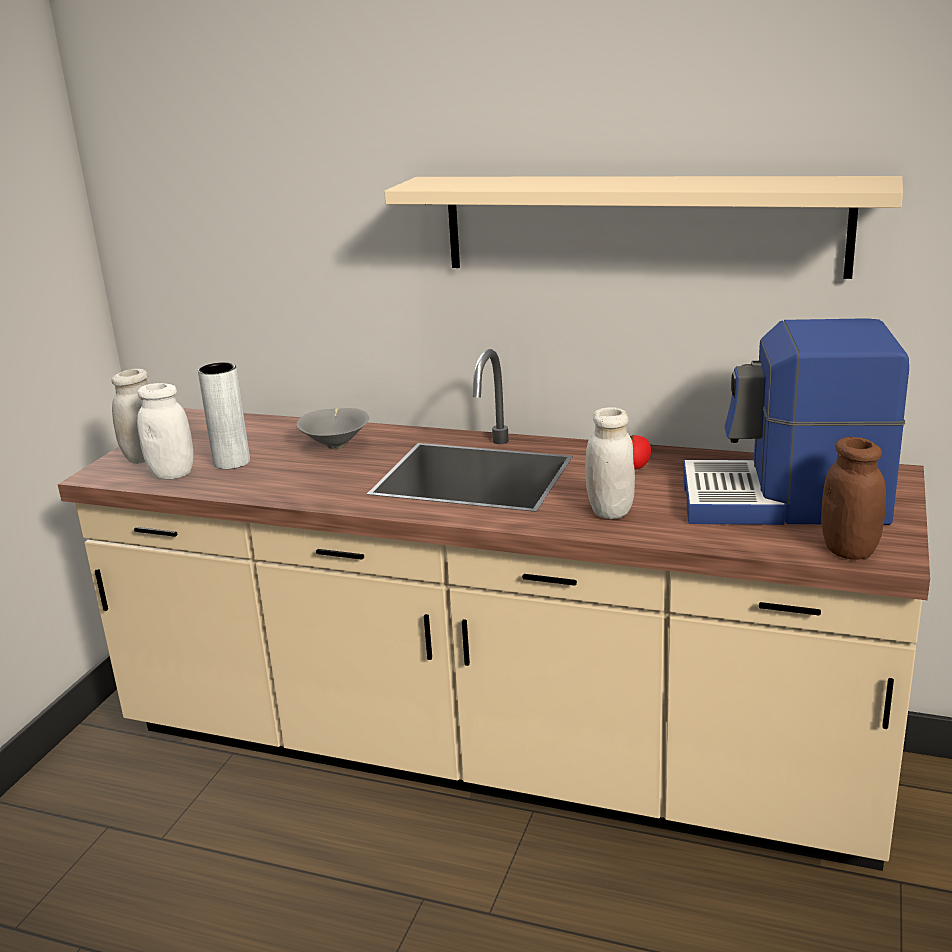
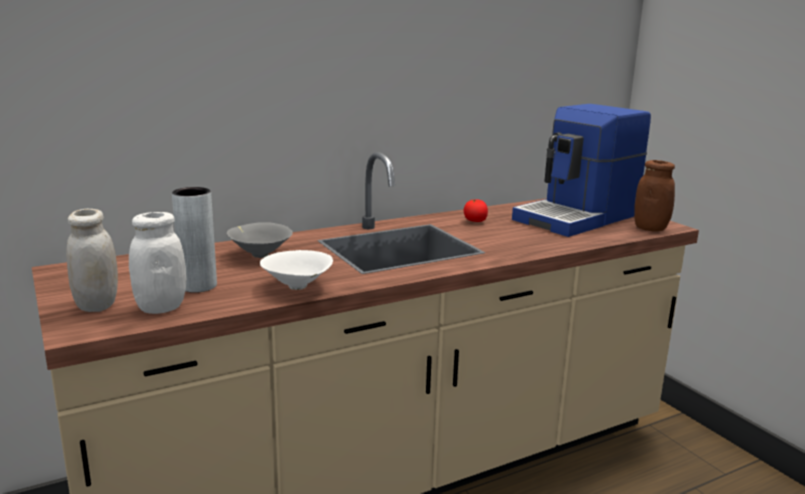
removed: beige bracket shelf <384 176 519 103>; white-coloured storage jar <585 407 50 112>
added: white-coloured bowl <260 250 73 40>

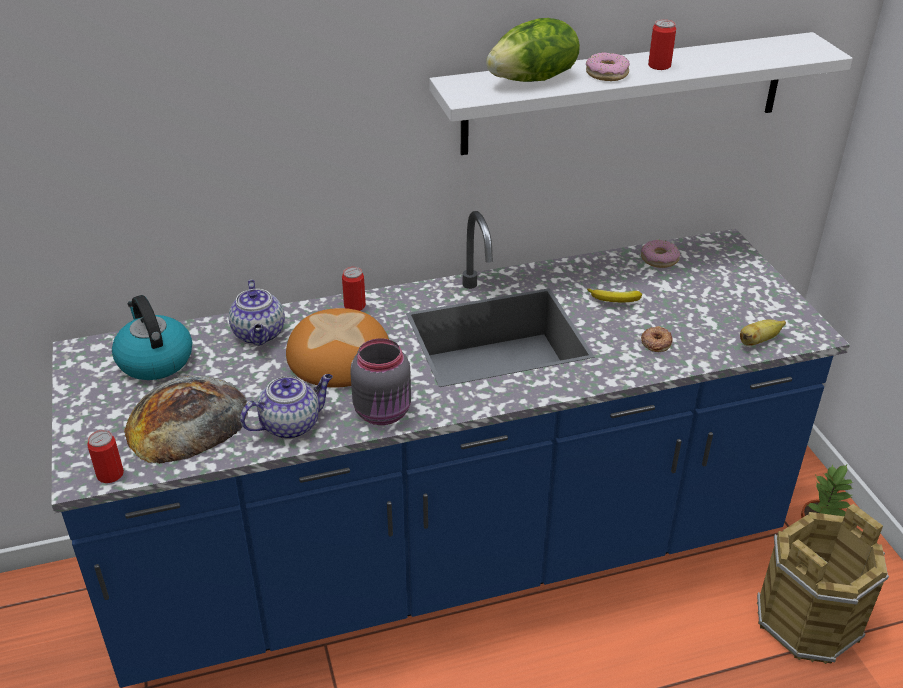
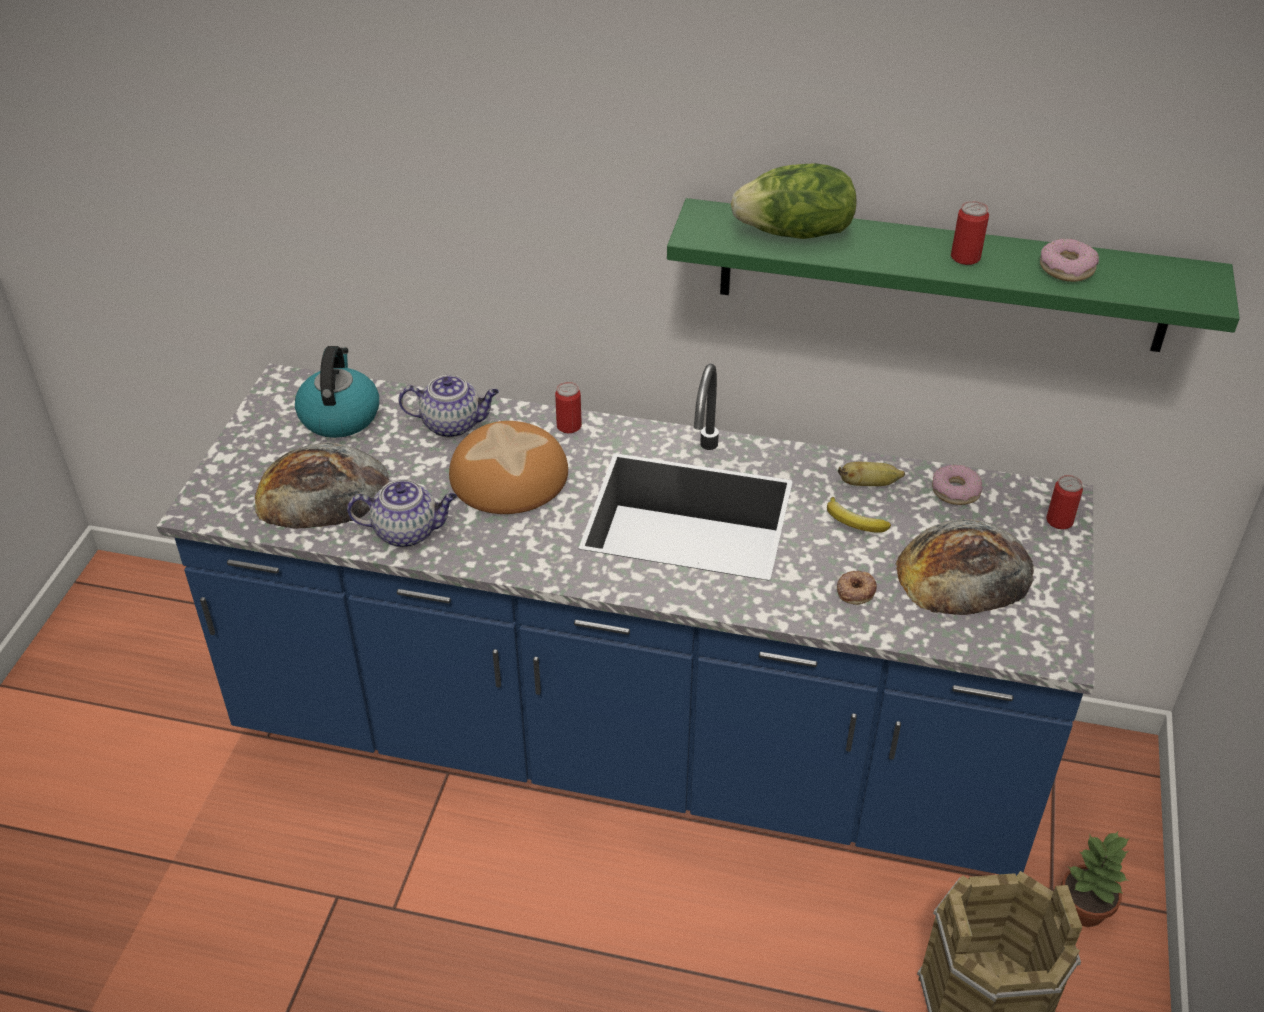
removed: gray storage jar <350 338 61 87>
added: bakery bread <895 519 139 96>
moved: banana fruit <740 319 46 27> to <838 462 67 24>; donut <586 52 44 29> to <1040 238 59 44>; metal can <87 430 37 53> to <1046 475 37 54>
recoloured: white-coloured bracket shelf <429 32 424 123> to greenish bracket shelf <667 198 573 154>
turned: pot for tea <228 279 57 66> = <399 375 100 63> 105 degrees counterclockwise

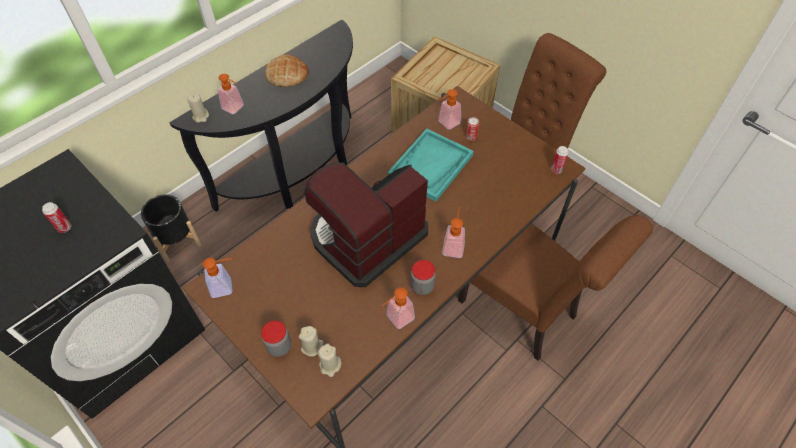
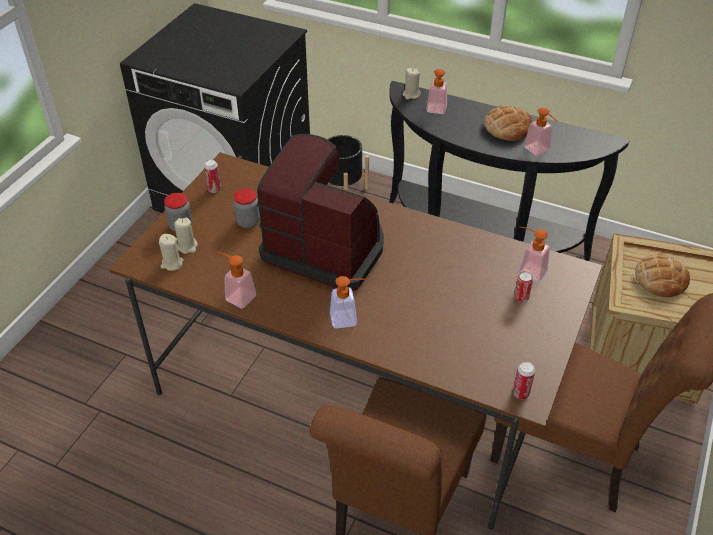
removed: turquoise-coloured tray <388 128 86 74>
added: bakery bread <635 254 55 43>
moved: metal can <42 202 30 31> to <204 160 17 33>; storage jar <411 260 25 35> to <233 189 27 39>; liquid soap bottle <203 258 30 40> to <524 108 34 48>

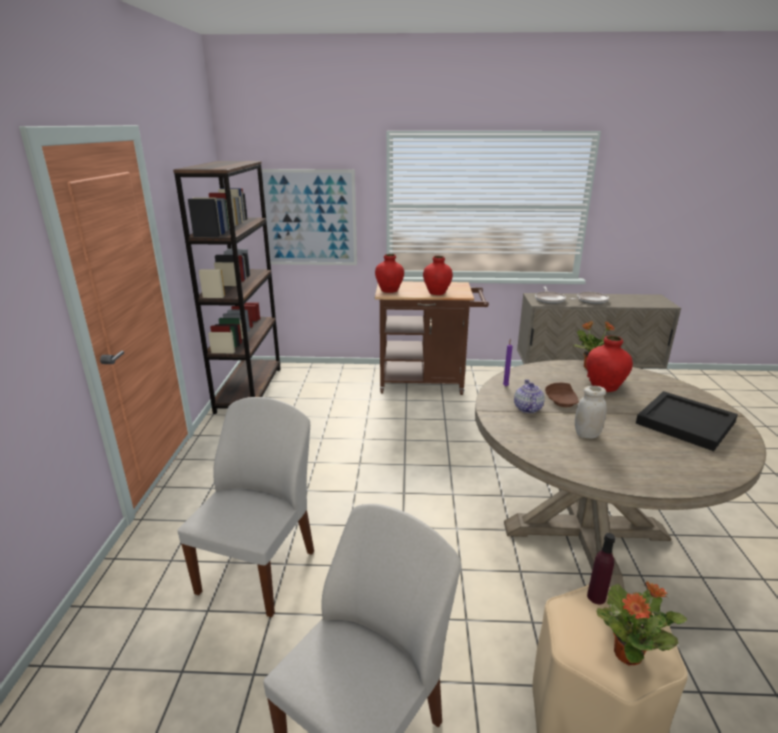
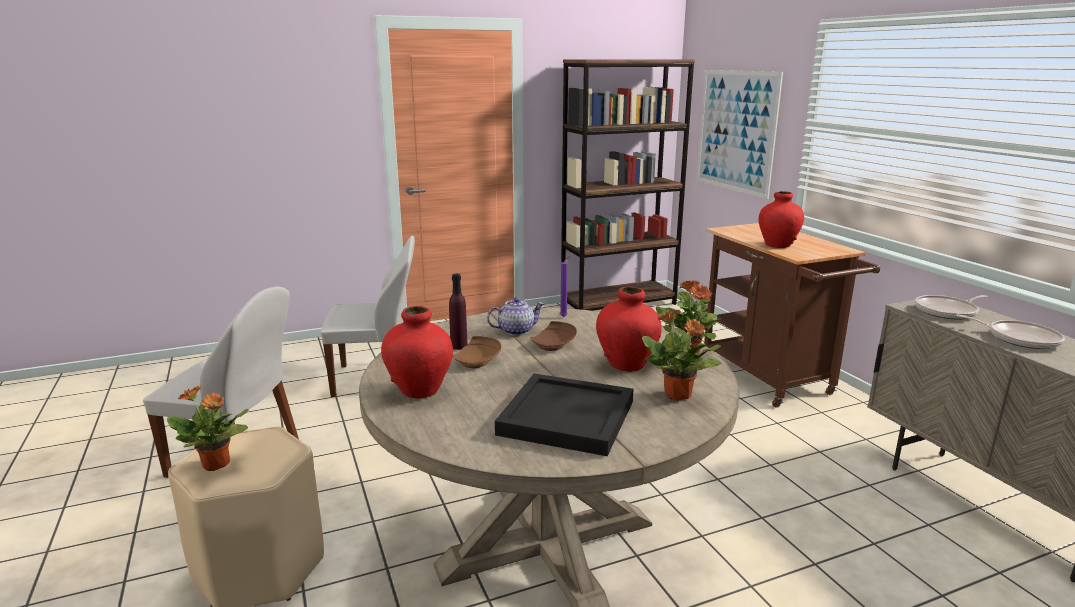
added: houseplant <642 310 79 91>
moved: red flower vase <375 254 29 39> to <381 306 72 93>; purplish bottle <587 533 28 71> to <449 274 19 76>
replaced: white-coloured storage jar <575 386 32 53> to brown-coloured flat dish <453 336 48 32>

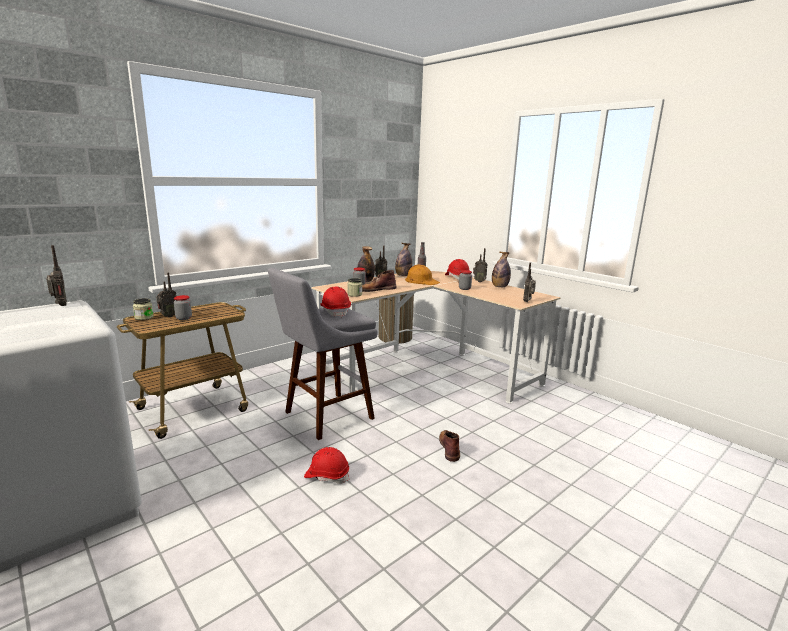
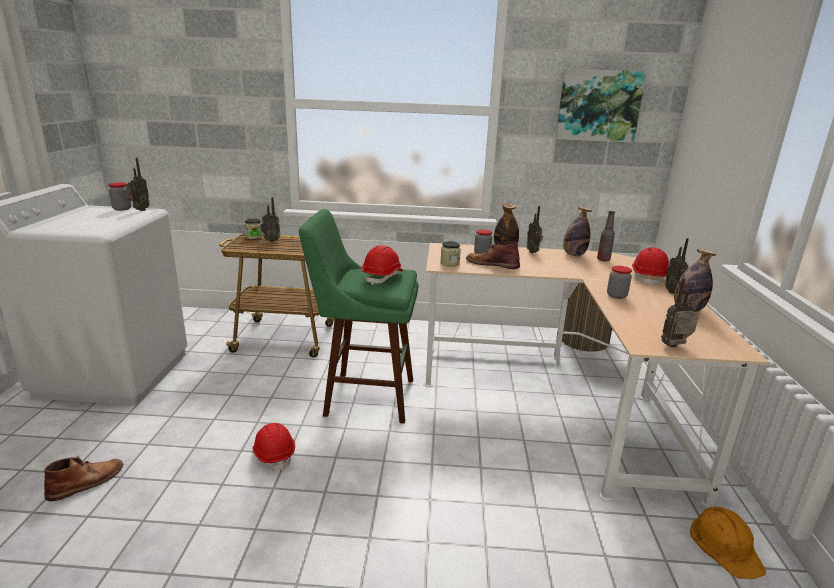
added: wall picture <556 69 91 74>
moved: brown-coloured tall boot <439 430 21 32> to <44 456 79 45>; storage jar <174 295 18 25> to <108 182 23 29>; orange hard hat <405 264 35 21> to <690 507 76 72>
recoloured: gray stool seat <268 268 110 172> to greenish stool seat <299 209 119 215>

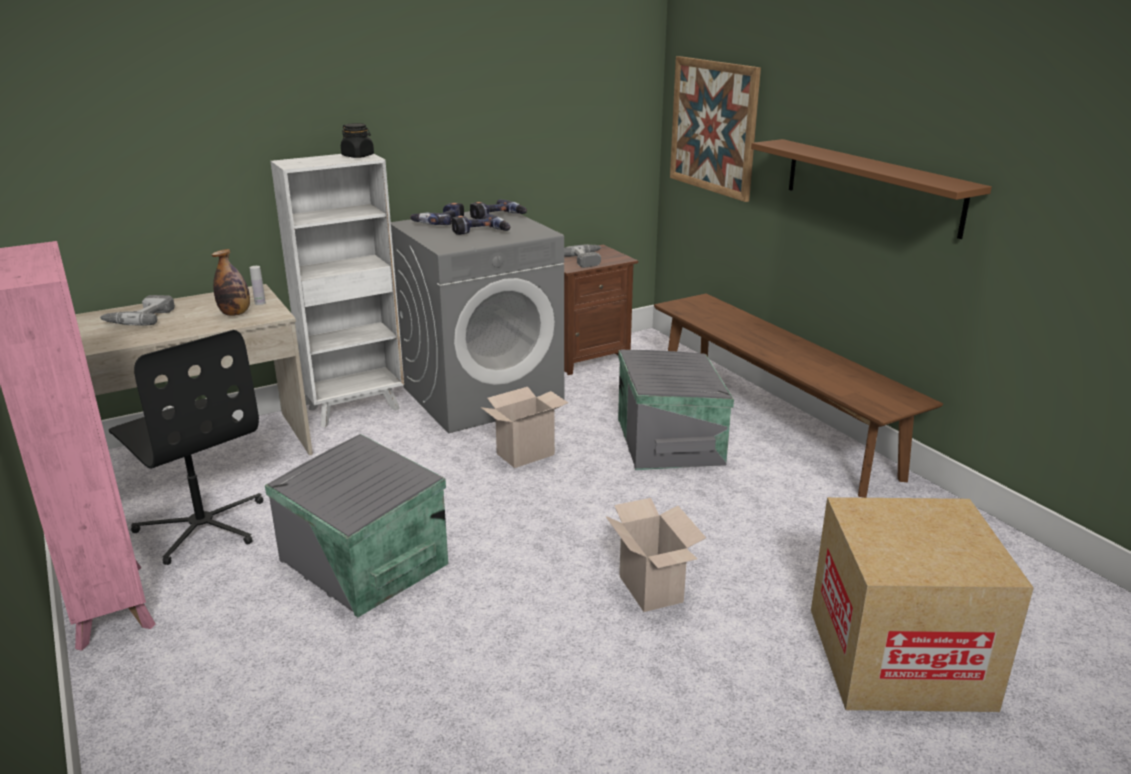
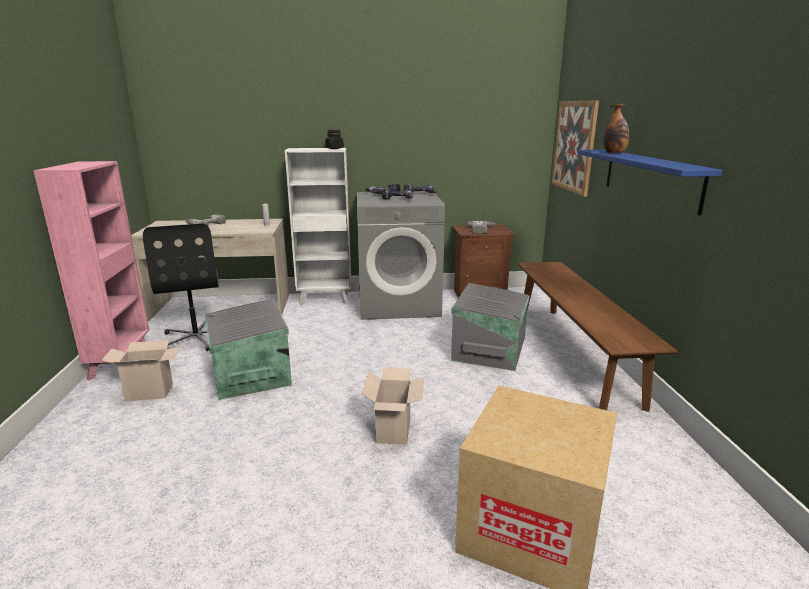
moved: cardboard box <481 387 88 81> to <101 340 80 61>; bottle <211 249 39 67> to <603 104 26 50>
recoloured: brown-coloured bracket shelf <751 139 241 100> to bluish bracket shelf <578 150 145 66>

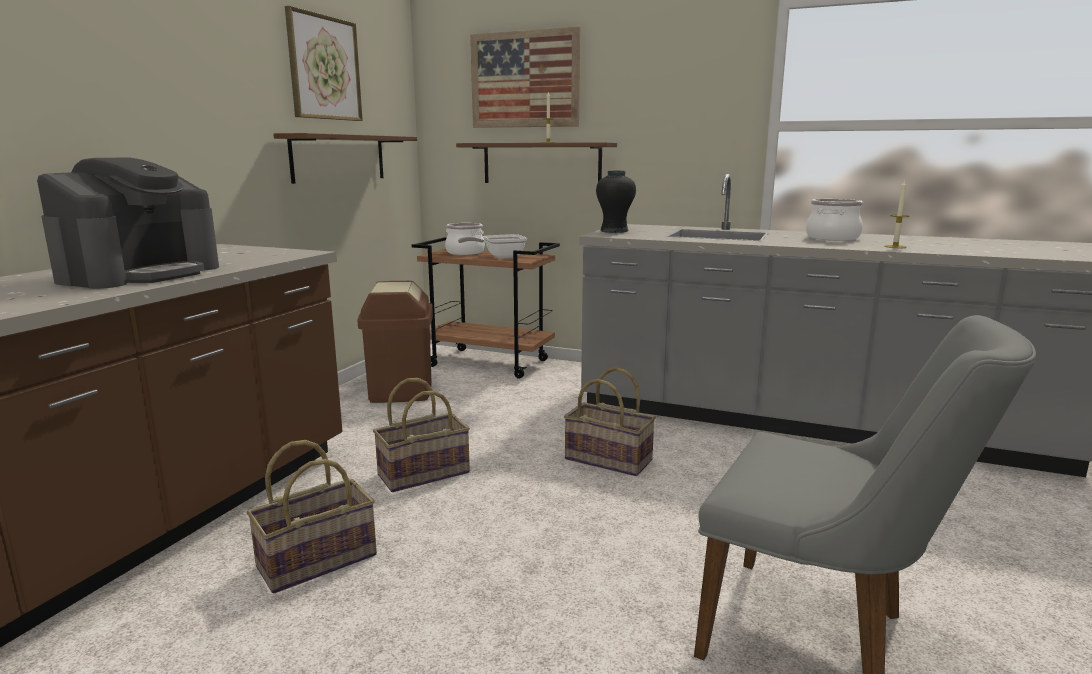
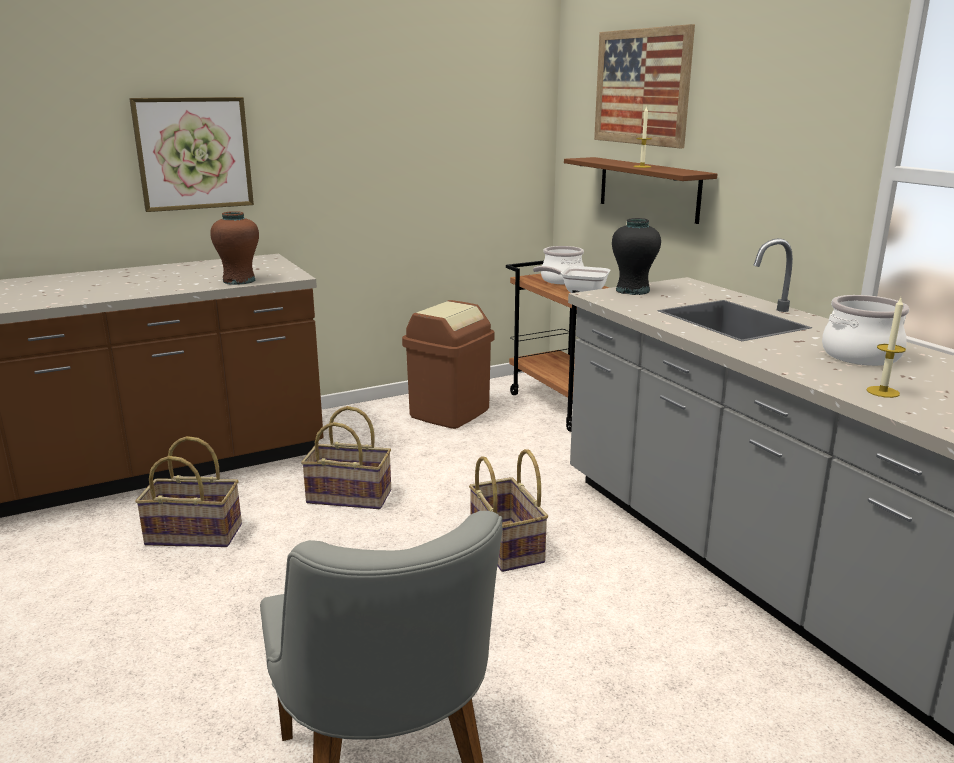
removed: coffee machine <37 157 182 132>; brown-coloured bracket shelf <273 133 144 51>
added: brown-coloured flower vase <210 211 49 74>
moved: wall picture <285 6 78 115> to <129 97 125 115>

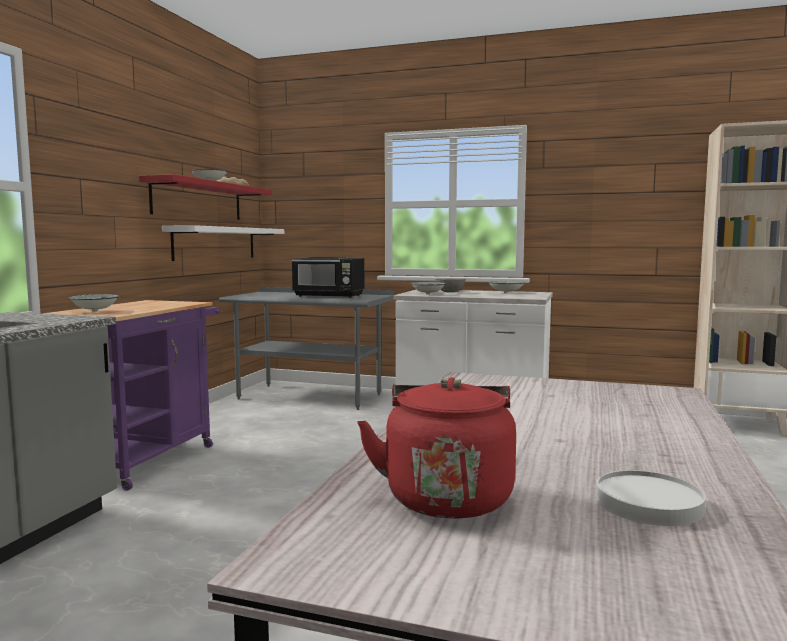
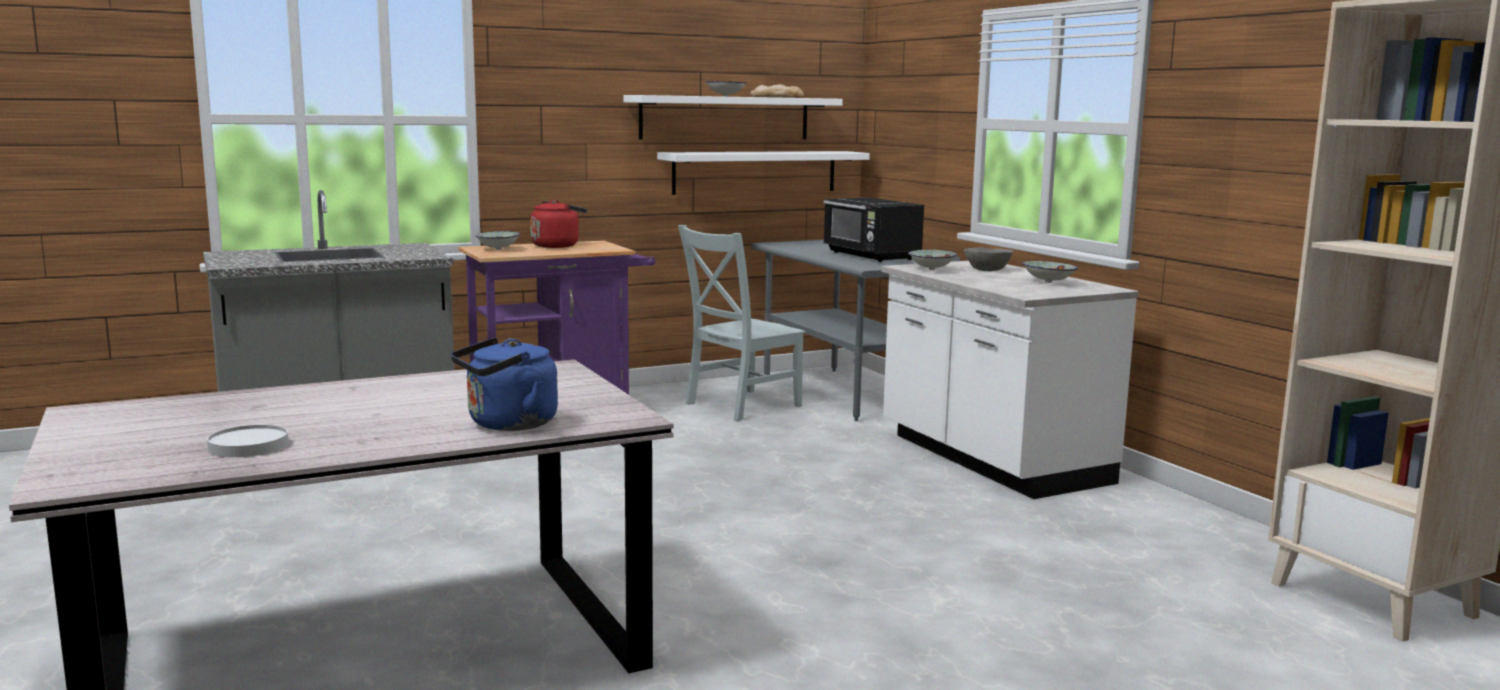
added: bluish tea kettle <451 337 107 94>; gray chair <678 225 127 196>
moved: red tea kettle <357 377 159 142> to <530 200 58 48>
recoloured: red bracket shelf <139 174 133 46> to white-coloured bracket shelf <623 95 220 44>

